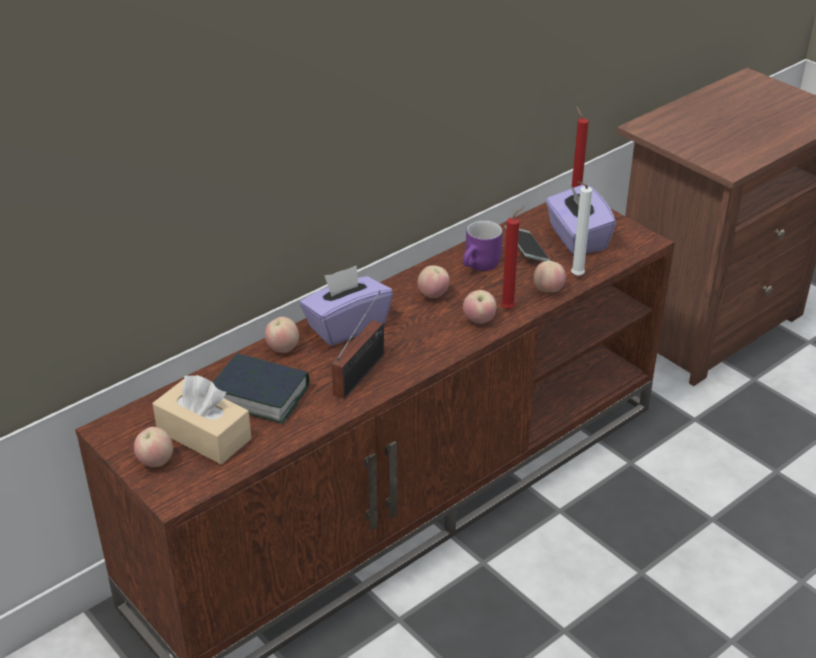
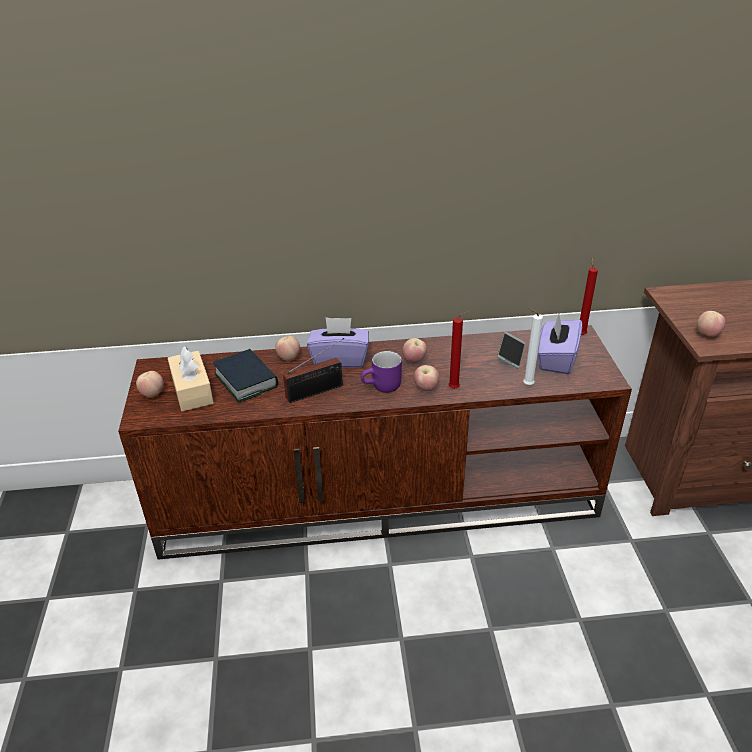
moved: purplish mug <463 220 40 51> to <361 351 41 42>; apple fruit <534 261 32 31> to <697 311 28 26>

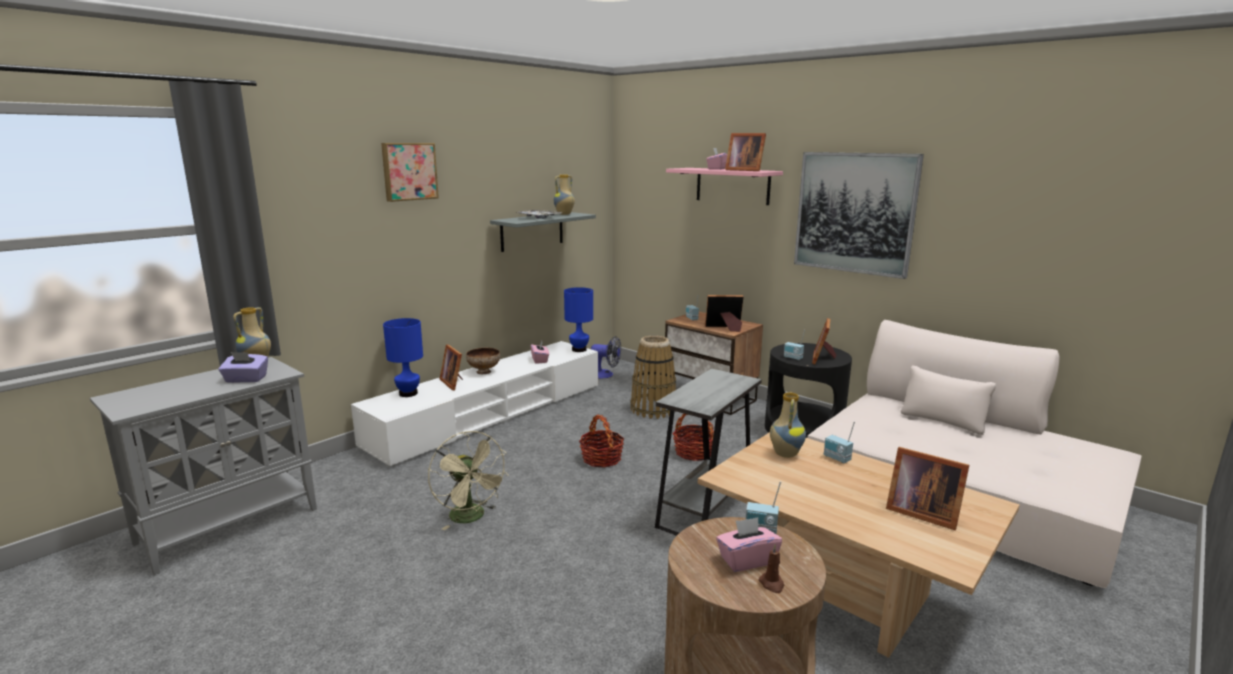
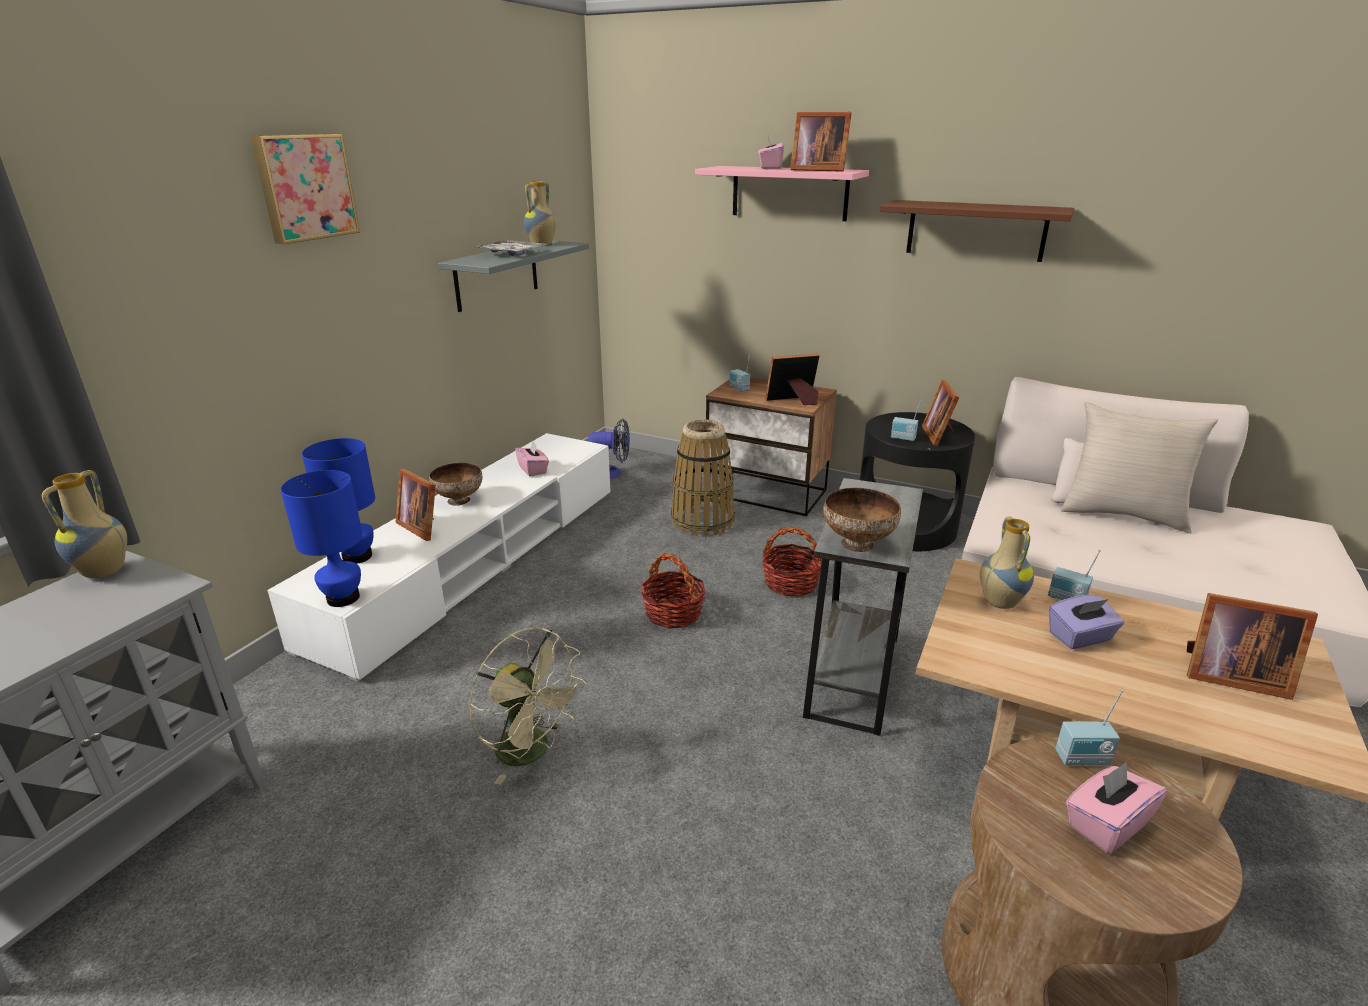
removed: brown-coloured wax candle <759 545 25 48>
added: bowl <823 488 78 64>; beige cushion <1061 402 157 132>
moved: bluish table lamp <564 287 29 65> to <281 470 82 137>; purplish tissue box <218 352 50 31> to <1049 595 75 54>
replaced: wall picture <794 152 130 127> to brown-coloured bracket shelf <879 200 196 62>

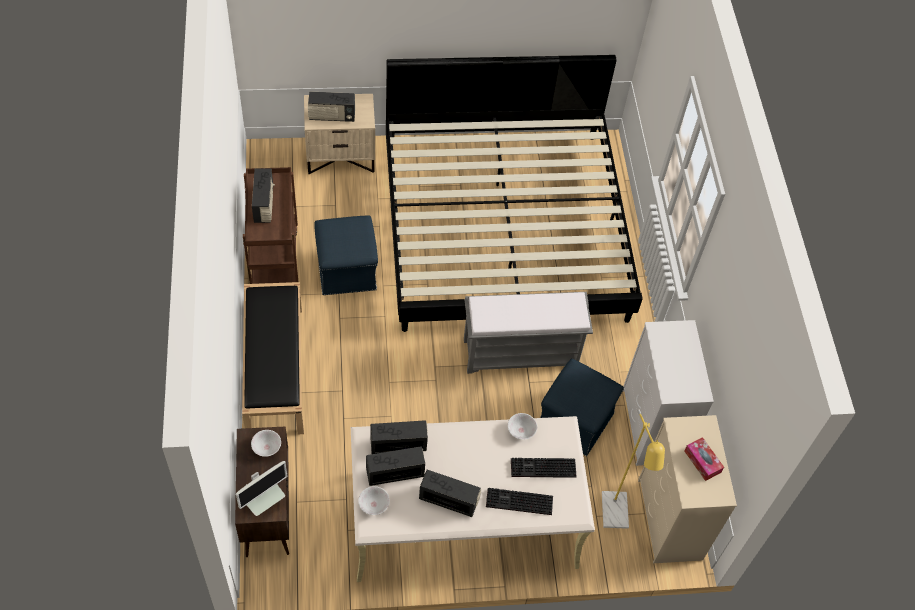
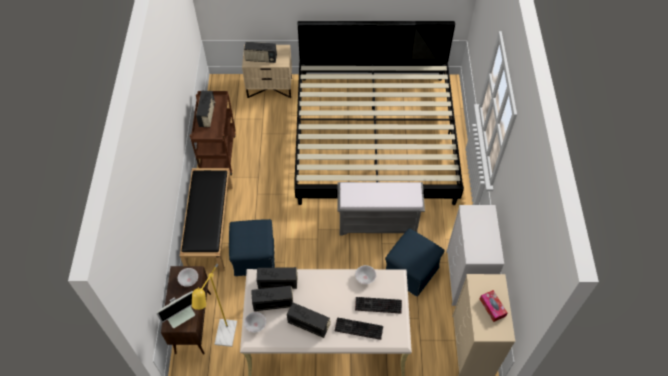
moved: yellowish standard lamp <602 409 63 120> to <192 264 45 83>; bluish pouffe <314 215 64 80> to <229 219 46 57>

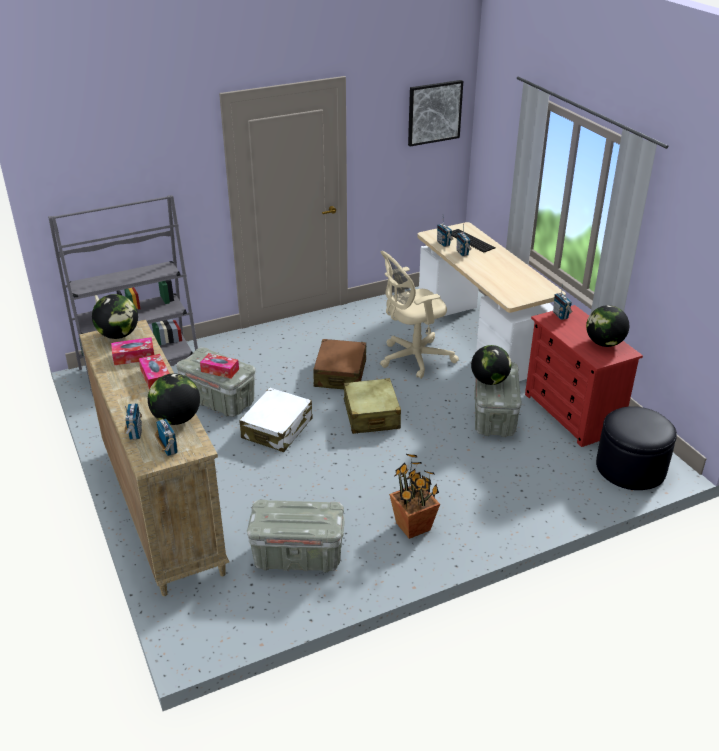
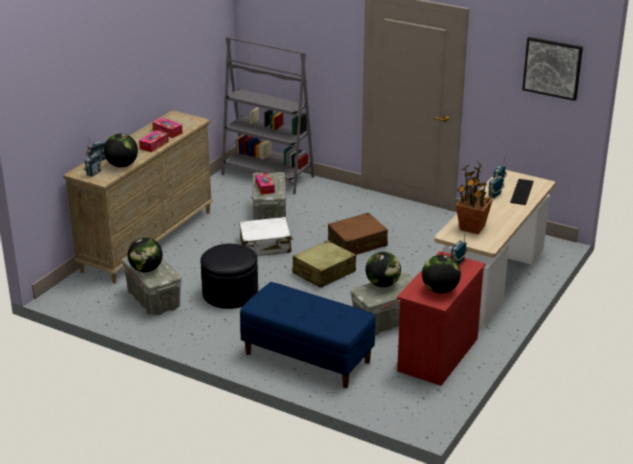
removed: beige desk chair <380 251 79 128>
added: bluish long seat <240 282 135 106>
moved: desk globe <92 294 46 45> to <128 238 35 34>; black-coloured pouffe <596 406 81 84> to <200 244 58 65>; houseplant <389 454 51 85> to <456 163 37 71>

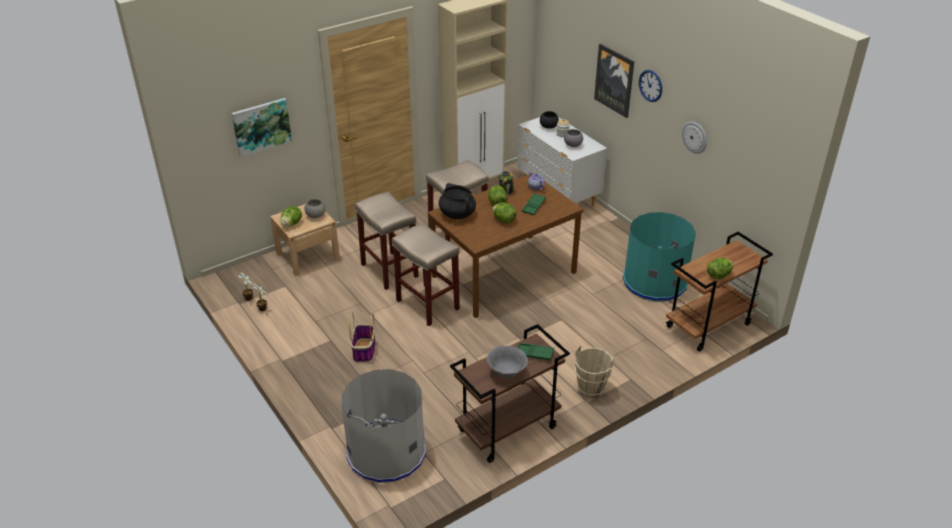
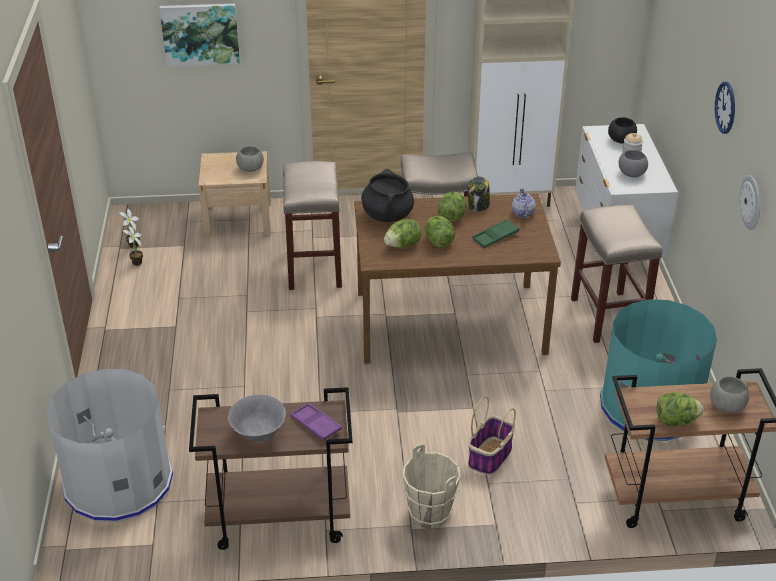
removed: wall picture <594 44 40 74>
added: gray bowl <710 376 39 37>
moved: head of lettuce <280 206 22 20> to <384 219 37 29>; household basket <349 312 26 50> to <468 396 48 79>; beige stool seat <392 223 68 103> to <571 205 91 138>
recoloured: greenish tray <517 343 37 17> to purplish tray <290 403 52 38>

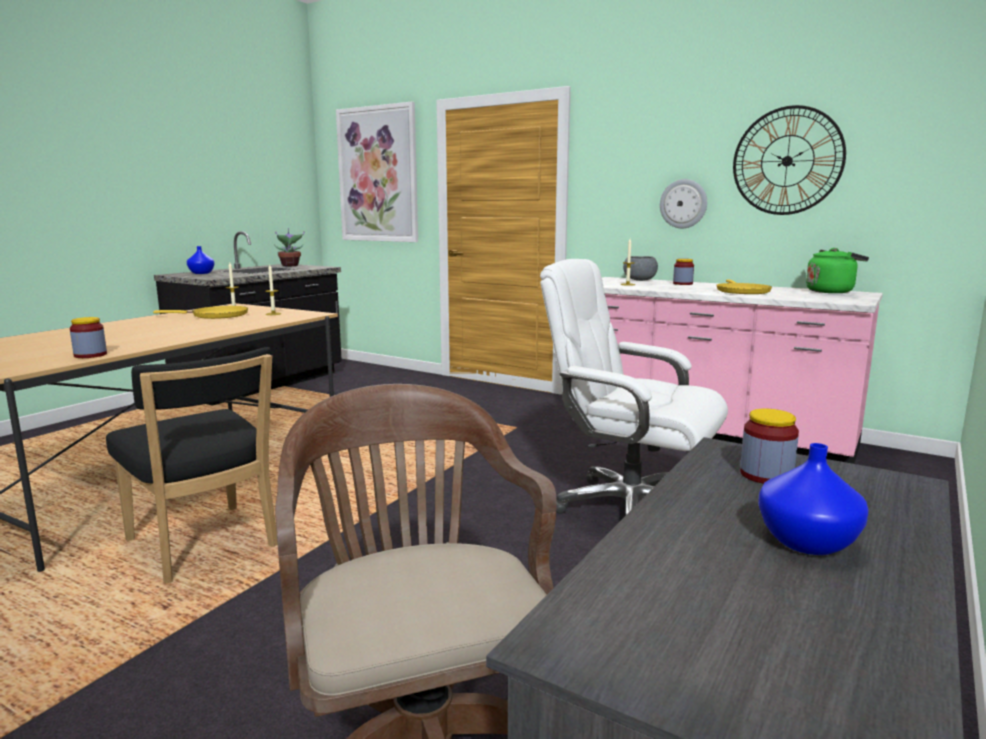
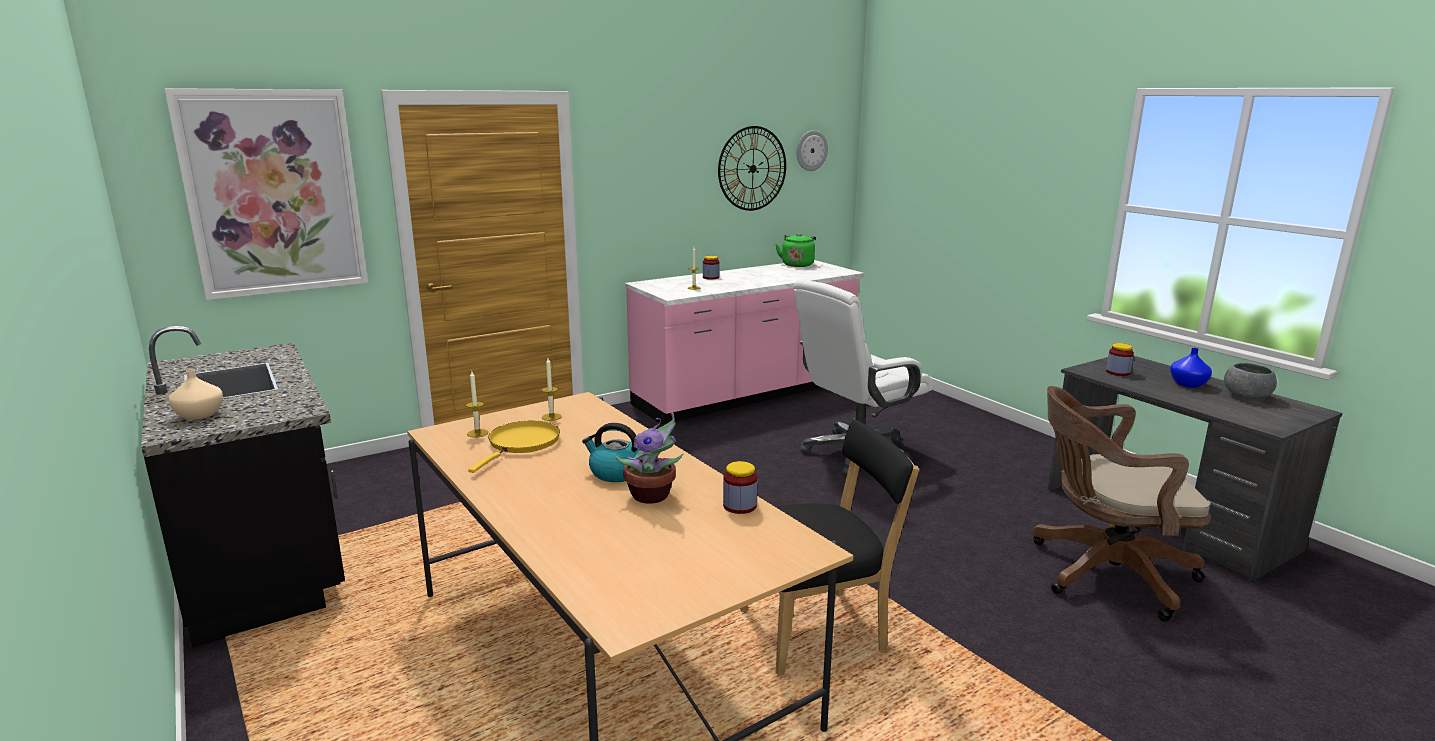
removed: yellowish frying pan <717 279 55 15>
added: tea kettle <582 423 61 59>
moved: houseplant <274 228 30 38> to <614 412 69 92>; hanging clock <660 179 47 49> to <796 130 32 41>; gray bowl <623 256 35 25> to <1224 363 53 36>
recoloured: bluish flower vase <187 246 28 28> to beige flower vase <169 369 54 51>

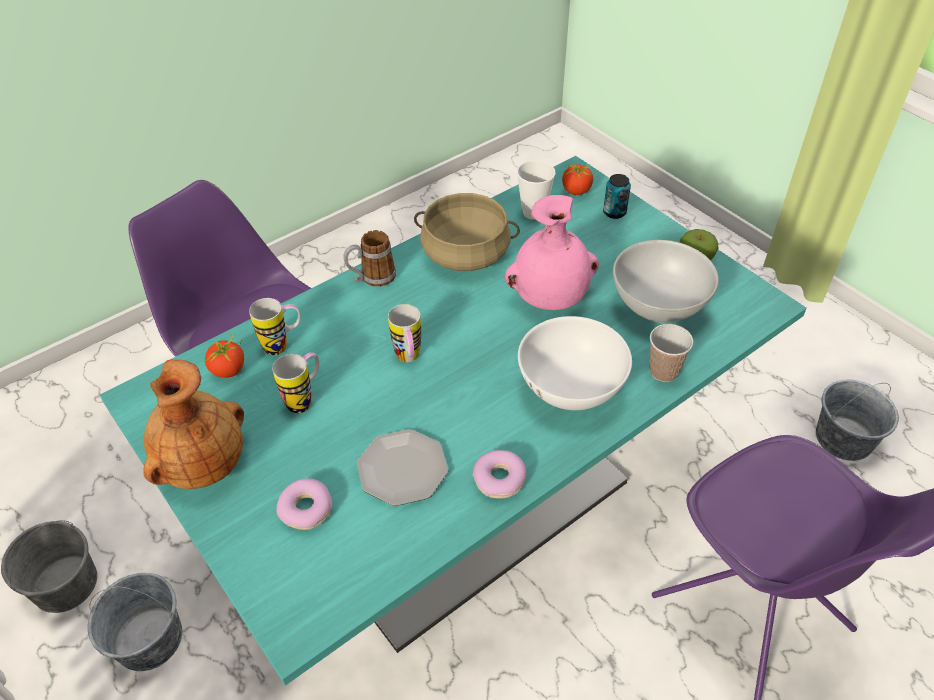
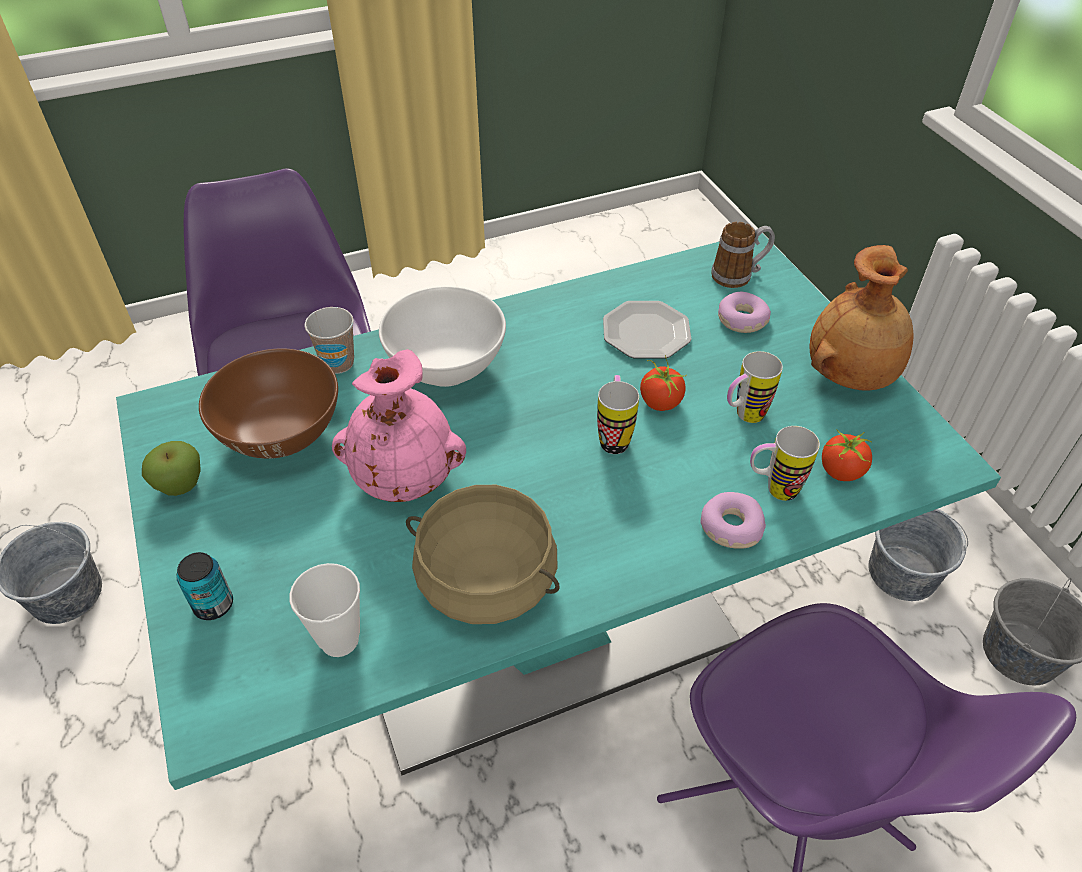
moved: whole tomato <562 164 31 31> to <640 355 47 56>; donut <473 450 53 49> to <700 492 66 57>; mug <344 230 52 57> to <711 222 64 66>
recoloured: white-coloured bowl <613 240 106 83> to brown-coloured bowl <199 348 139 111>

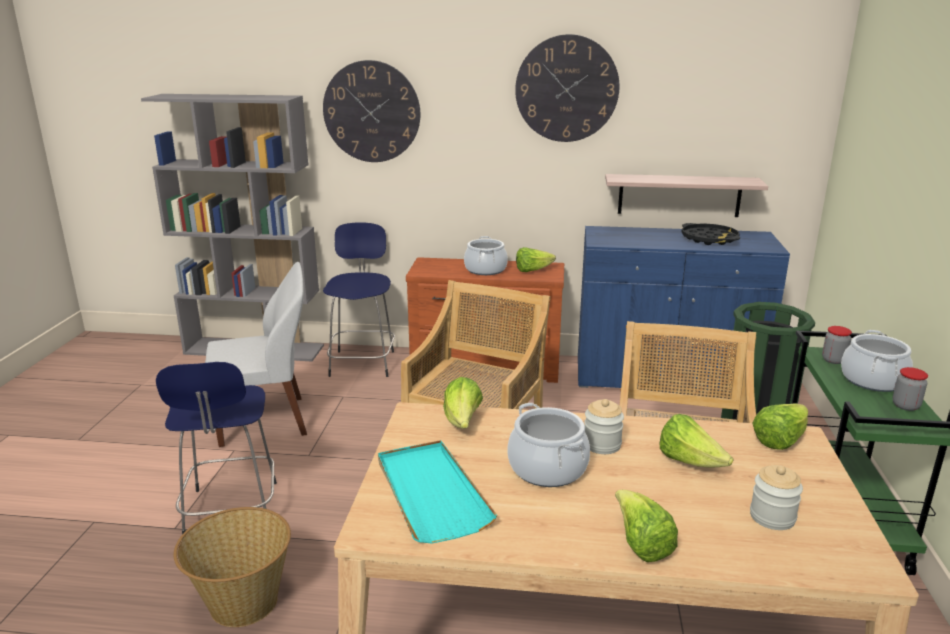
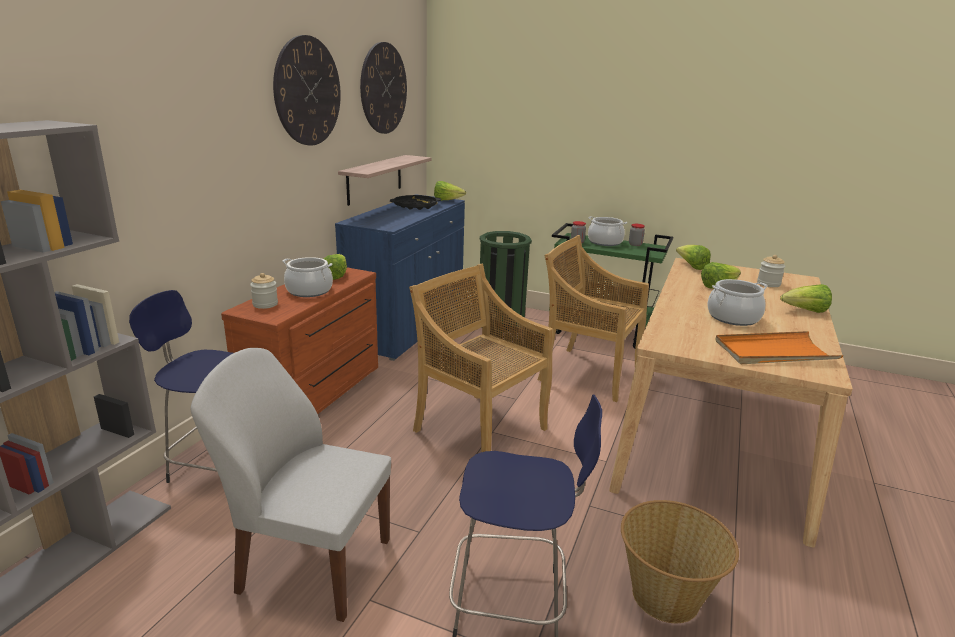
moved: storage jar <584 399 40 55> to <250 273 28 36>; hanging clock <323 60 97 102> to <360 42 47 92>; head of lettuce <443 377 40 51> to <434 181 32 20>
recoloured: turquoise-coloured tray <378 440 119 103> to orange tray <715 331 129 33>
turned: white-coloured chair <205 262 102 185> = <190 348 201 274> 75 degrees counterclockwise

